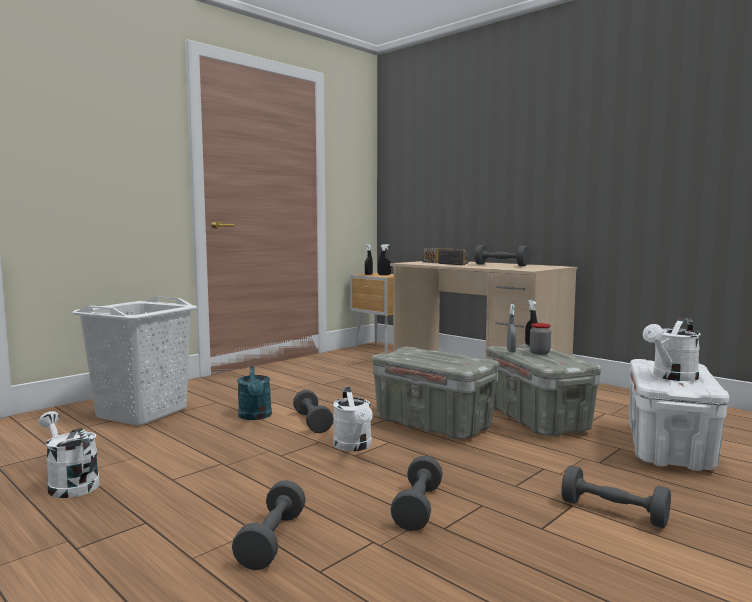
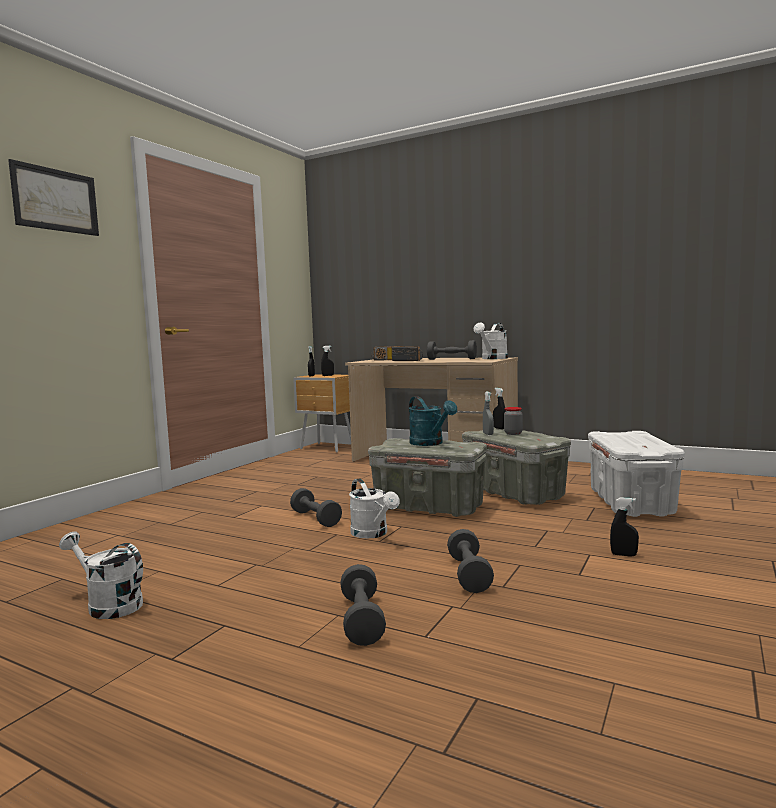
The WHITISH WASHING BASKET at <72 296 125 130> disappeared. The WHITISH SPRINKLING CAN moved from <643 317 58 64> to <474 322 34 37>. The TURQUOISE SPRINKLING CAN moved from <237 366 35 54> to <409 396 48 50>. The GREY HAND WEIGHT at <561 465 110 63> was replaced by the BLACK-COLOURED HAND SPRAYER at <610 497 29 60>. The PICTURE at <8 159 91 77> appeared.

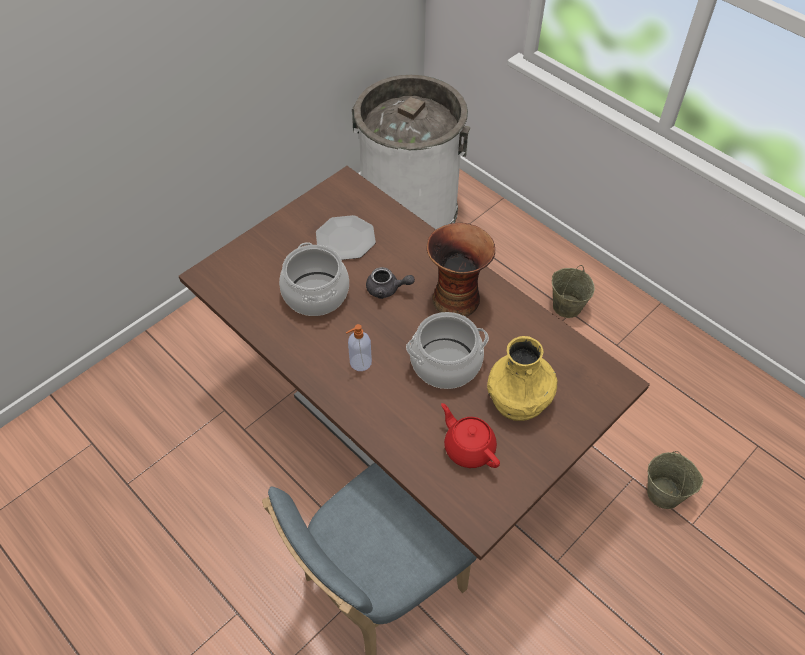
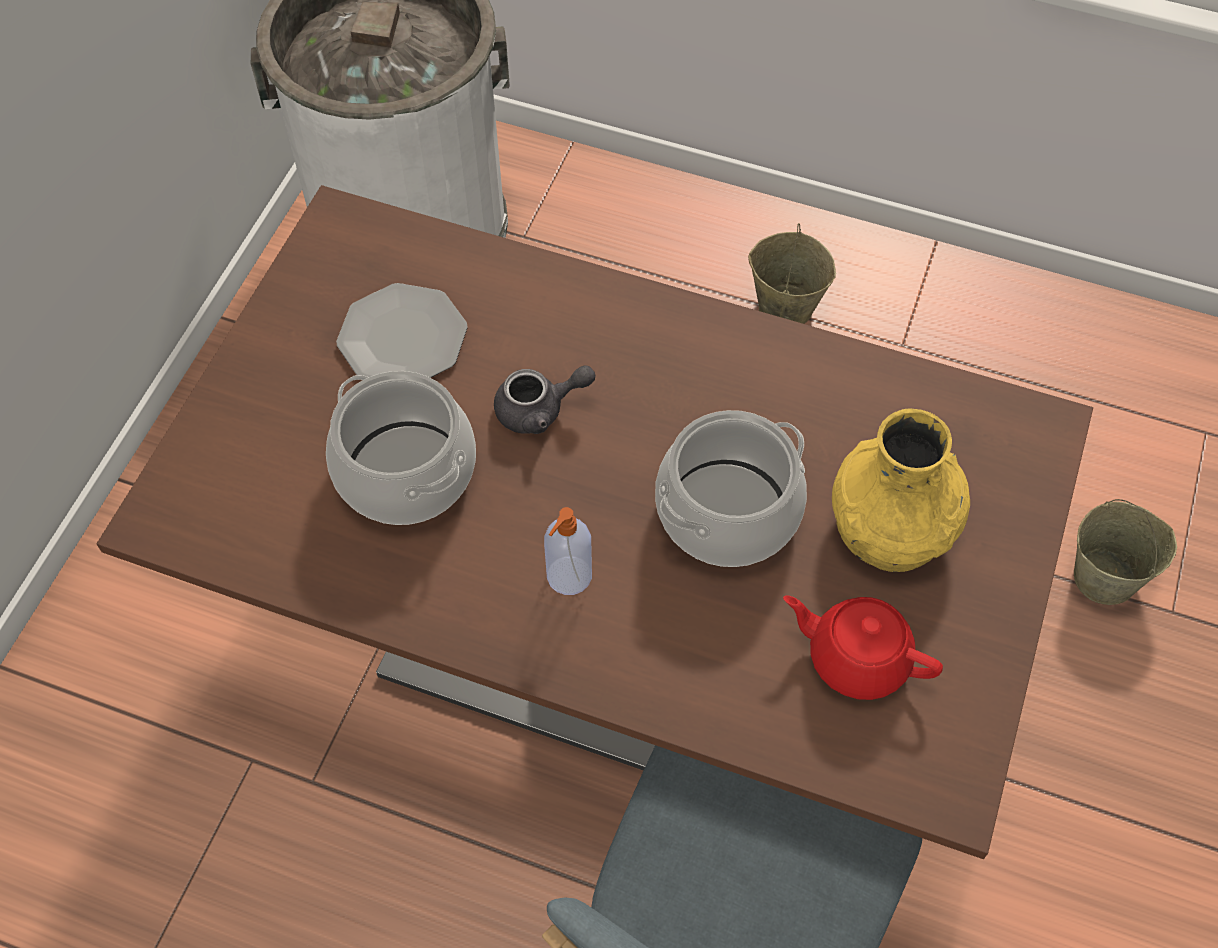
The DECORATIVE VASE at <427 223 68 94> disappeared.

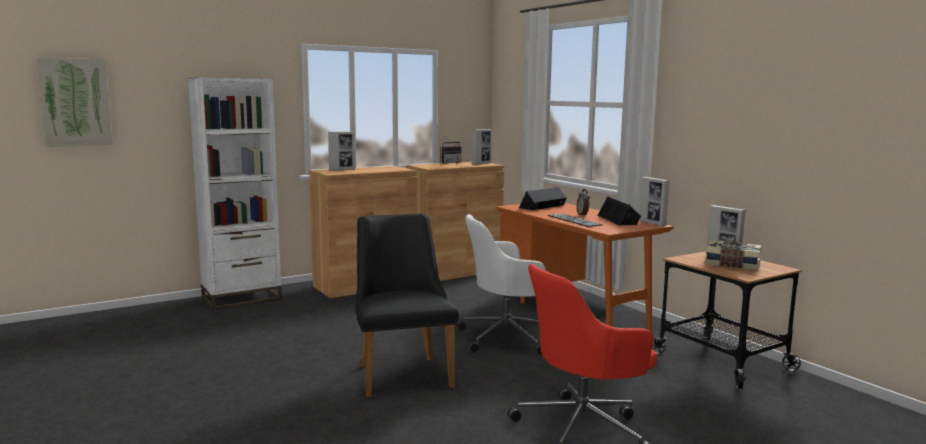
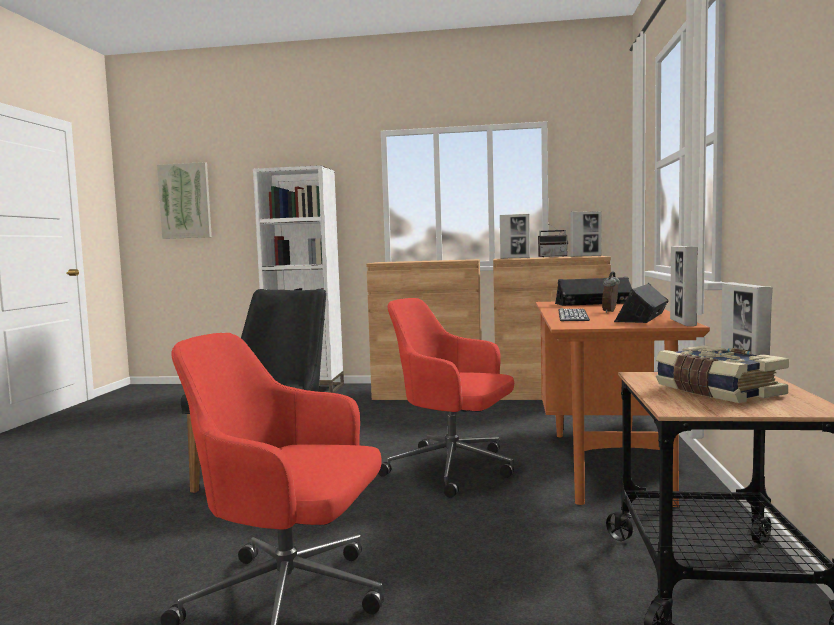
The PICTURE FRAME moved from <328 132 27 38> to <500 214 30 45>. The WHITISH COMPUTER CHAIR at <457 214 89 141> became the RED COMPUTER CHAIR at <378 298 136 200>.

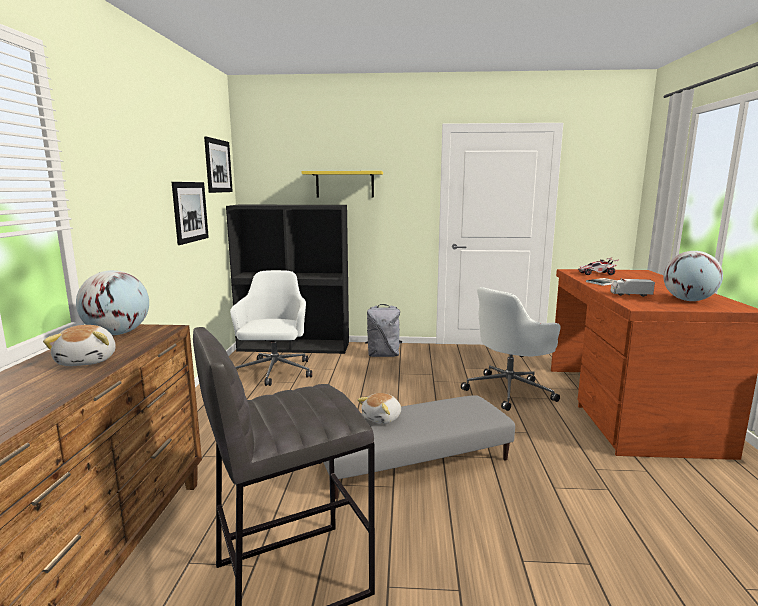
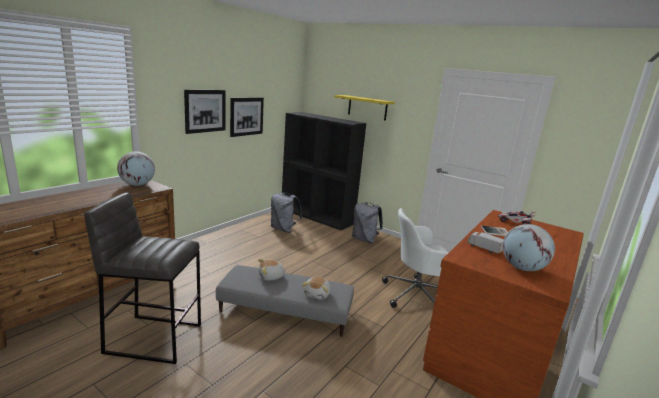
The PICTURE moved from <204 136 29 57> to <184 90 41 44>. The WHITISH COMPUTER CHAIR at <230 270 82 116> was replaced by the GREY RUCKSACK at <271 192 31 41>. The CUDDLY TOY moved from <43 325 73 41> to <302 277 29 22>.

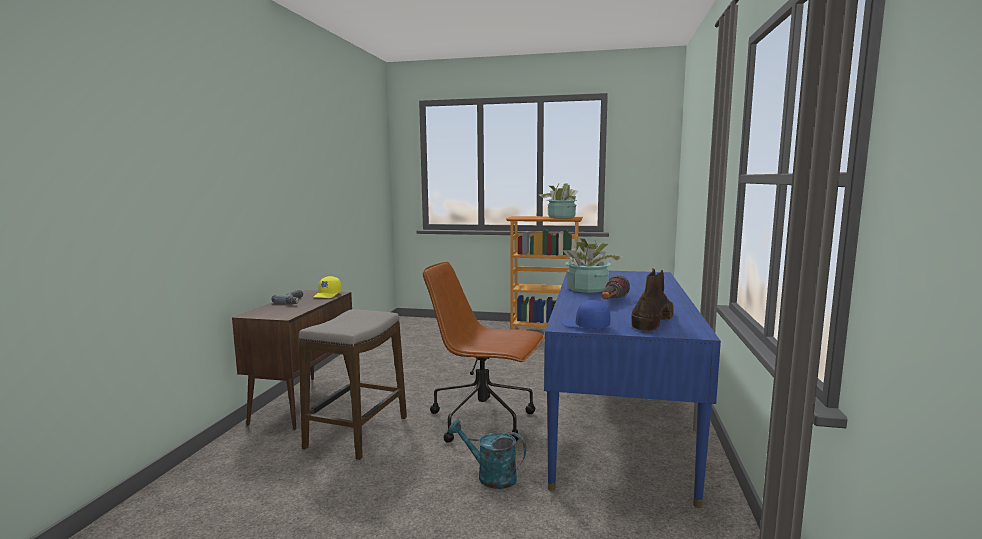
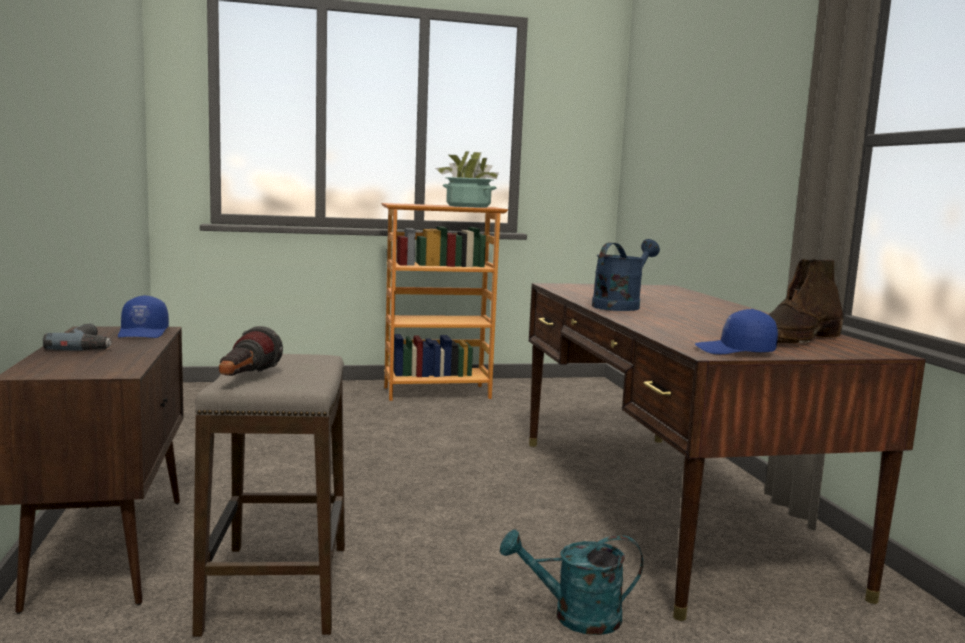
The HOUSEPLANT at <563 238 61 55> was replaced by the BLUISH SPRINKLING CAN at <592 239 68 72>. The BROWN COMPUTER CHAIR at <423 262 122 181> disappeared. The BROWN BOOT at <631 268 43 63> turned 135 degrees counterclockwise. The BLUISH DESK TABLE at <544 270 177 238> became the BROWN DESK TABLE at <529 283 397 338>. The HAND TORCH moved from <602 275 28 24> to <219 326 64 50>. The YELLOW PEAKED CAP at <314 276 28 22> became the BLUISH PEAKED CAP at <118 295 51 43>.

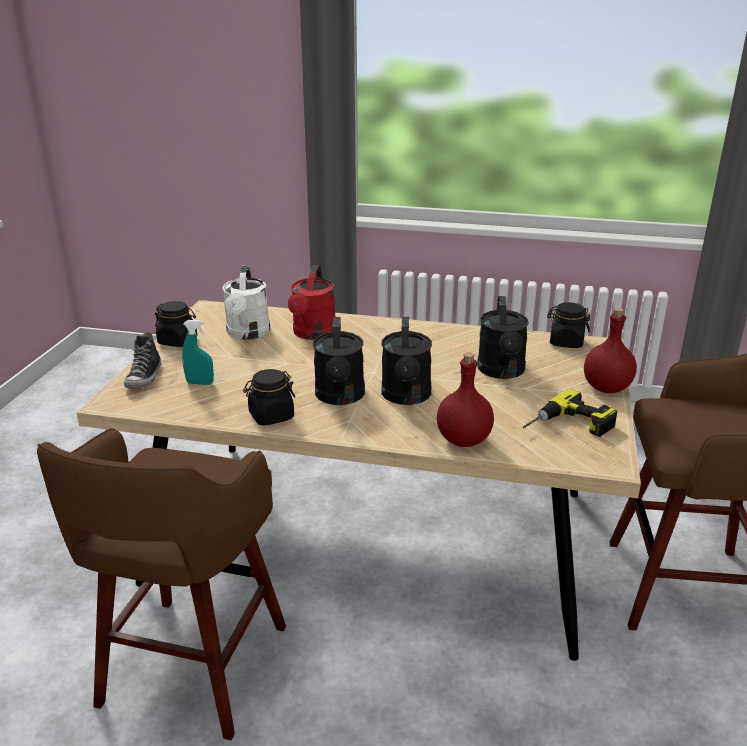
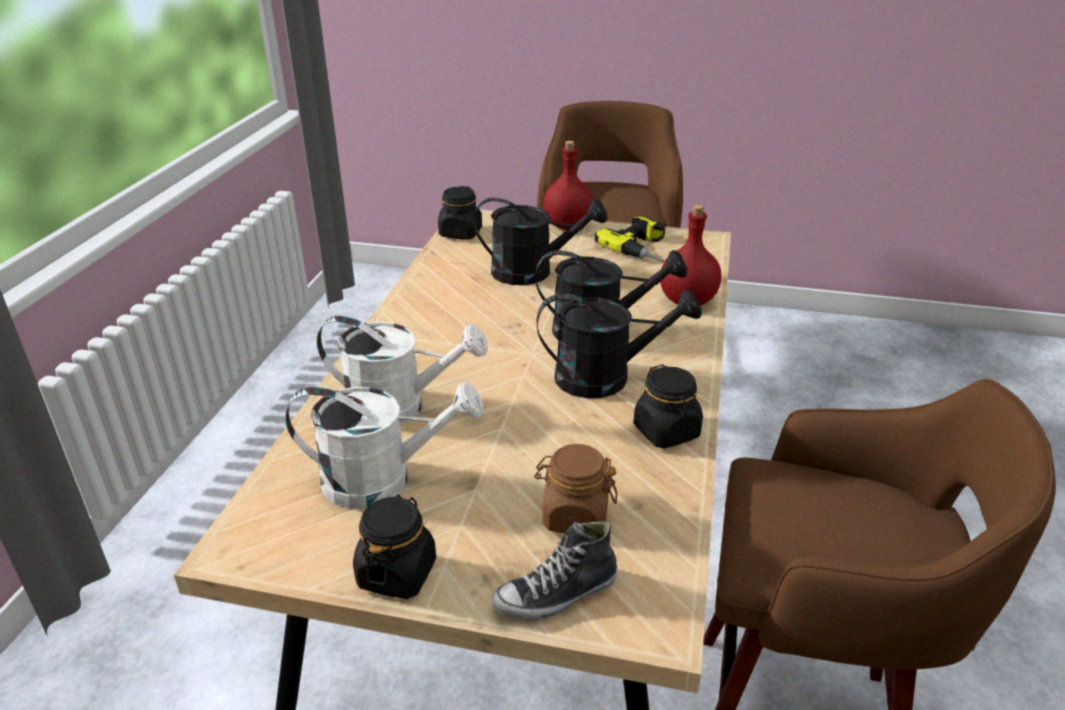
The RED SPRINKLING CAN at <288 265 47 75> became the WHITISH SPRINKLING CAN at <317 316 171 109>. The TURQUOISE HAND SPRAYER at <182 320 32 65> was replaced by the BROWN STORAGE JAR at <534 444 84 89>. The LOW SHOE at <124 332 37 56> turned 150 degrees clockwise.

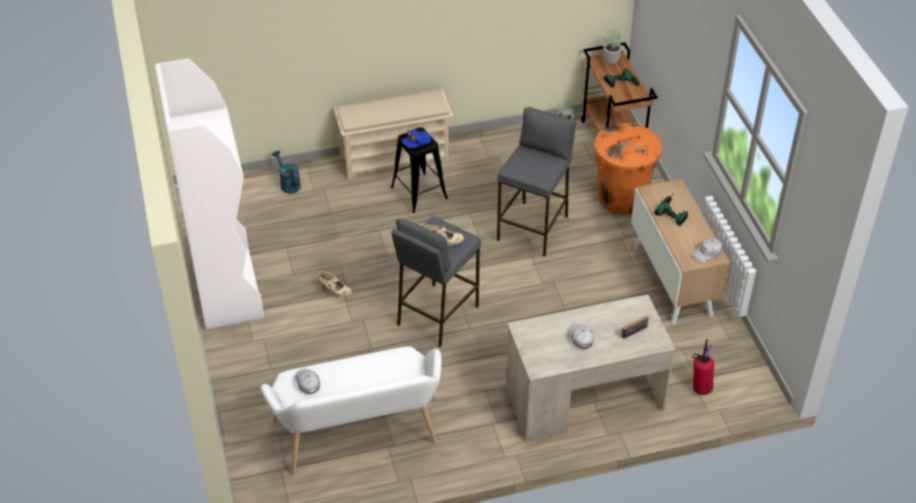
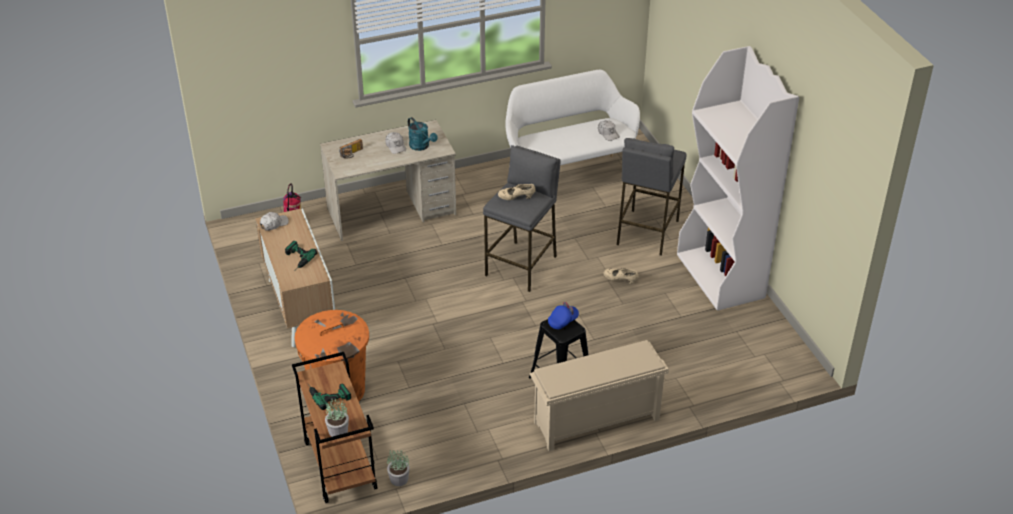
The GREY STOOL moved from <497 107 79 150> to <617 138 70 117>. The TURQUOISE SPRINKLING CAN moved from <272 150 29 44> to <408 117 30 34>.

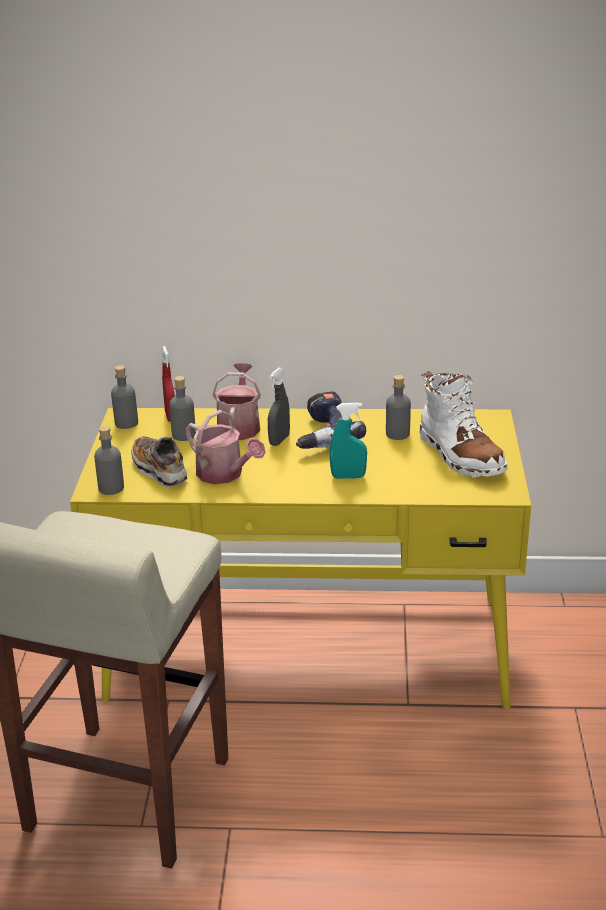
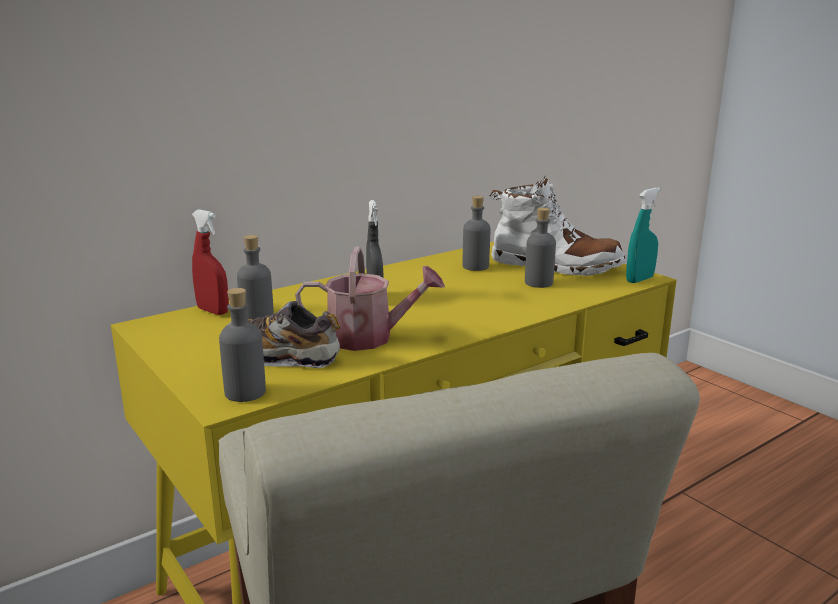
The SPRINKLING CAN at <212 363 49 77> disappeared. The GREY BOTTLE moved from <111 365 27 64> to <525 208 31 80>. The DRILL at <296 392 70 57> disappeared. The TURQUOISE HAND SPRAYER moved from <330 403 37 76> to <626 188 34 95>.

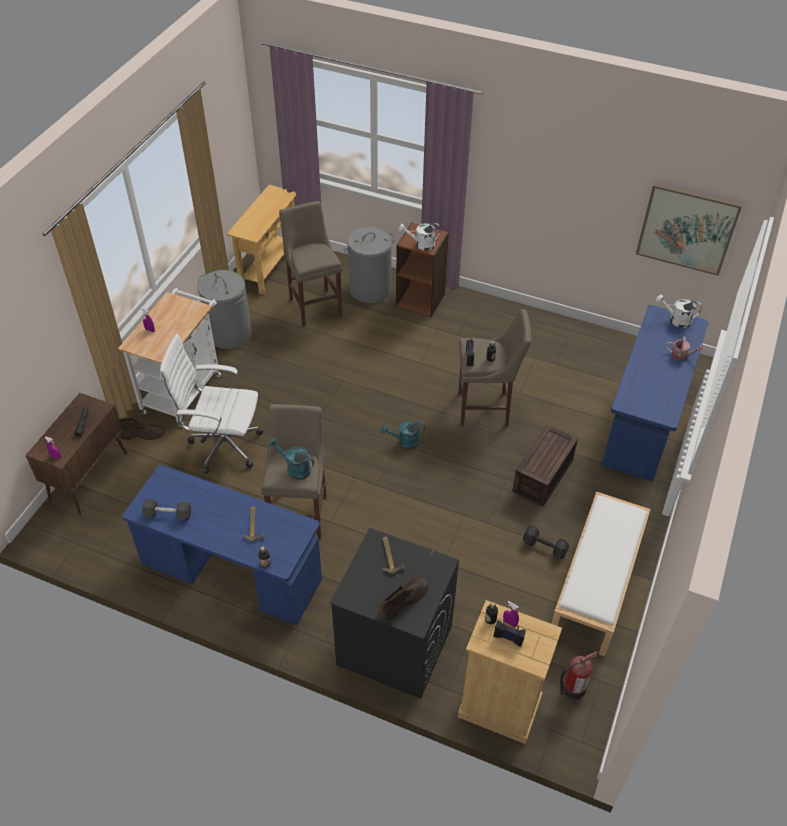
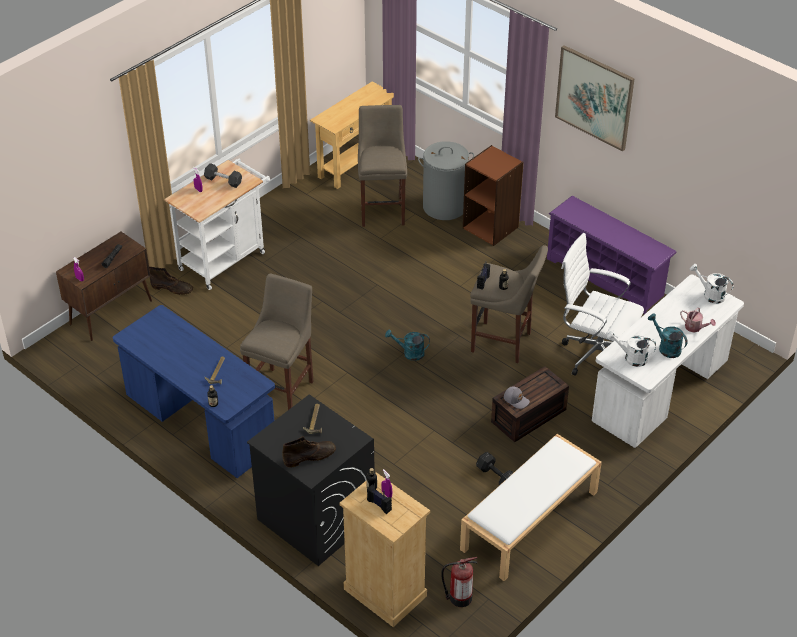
The PICTURE moved from <636 184 106 92> to <555 45 80 106>. The WHITISH SPRINKLING CAN moved from <399 223 42 28> to <607 330 49 37>. The GREY WASHING BASKET at <198 270 54 79> disappeared. The BLUISH DESK TABLE at <601 305 107 177> became the WHITISH DESK TABLE at <592 274 152 174>. The WHITISH COMPUTER CHAIR moved from <160 334 103 140> to <561 233 83 142>. The TURQUOISE SPRINKLING CAN moved from <268 438 46 42> to <648 313 40 45>. The GREY HAND WEIGHT moved from <142 499 49 22> to <204 163 38 25>. The PURPLE-COLOURED SHOE SHELF at <547 196 130 118> appeared. The GREY PEAKED CAP at <504 386 26 23> appeared.

